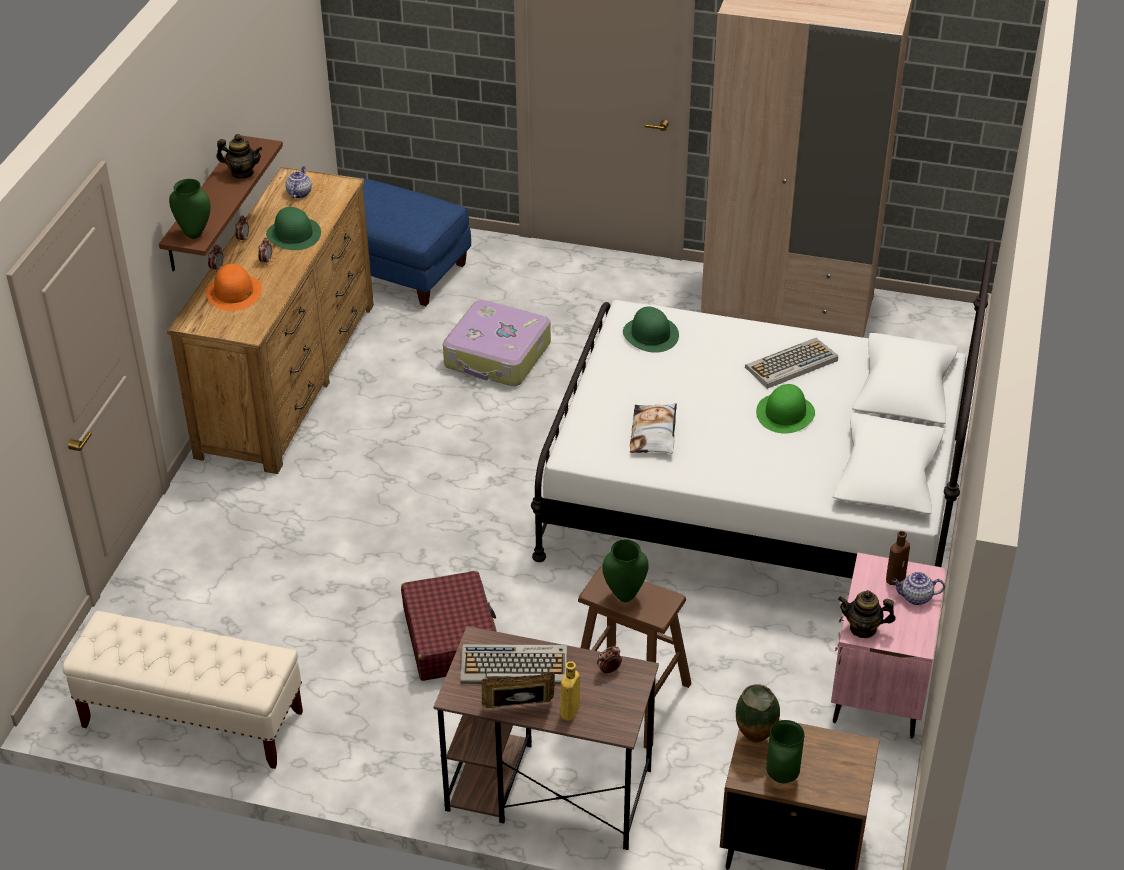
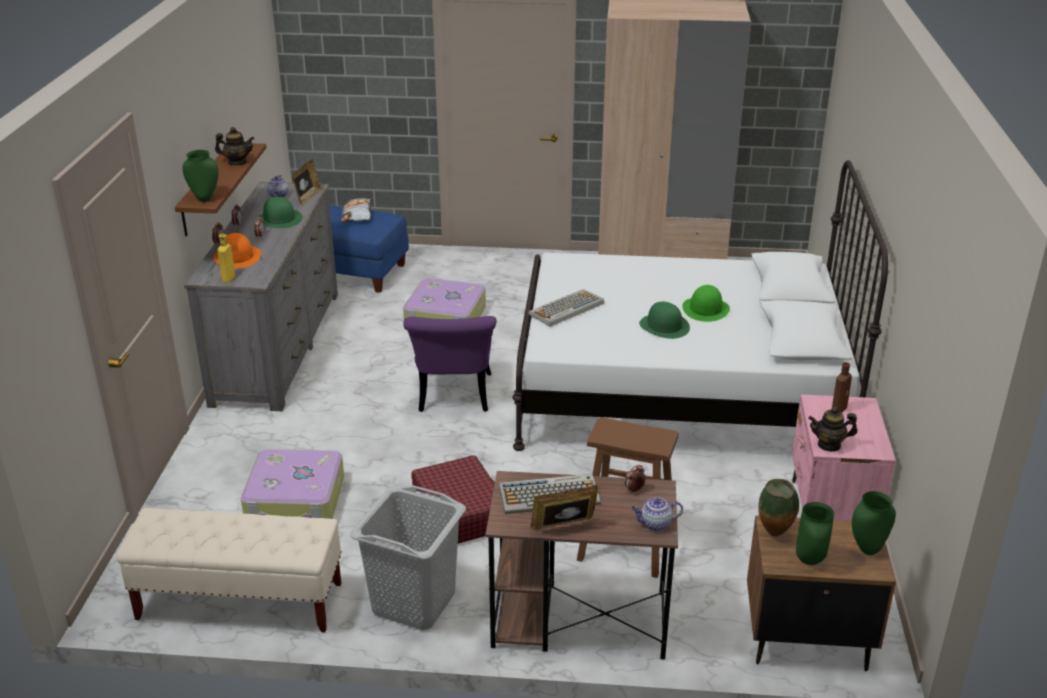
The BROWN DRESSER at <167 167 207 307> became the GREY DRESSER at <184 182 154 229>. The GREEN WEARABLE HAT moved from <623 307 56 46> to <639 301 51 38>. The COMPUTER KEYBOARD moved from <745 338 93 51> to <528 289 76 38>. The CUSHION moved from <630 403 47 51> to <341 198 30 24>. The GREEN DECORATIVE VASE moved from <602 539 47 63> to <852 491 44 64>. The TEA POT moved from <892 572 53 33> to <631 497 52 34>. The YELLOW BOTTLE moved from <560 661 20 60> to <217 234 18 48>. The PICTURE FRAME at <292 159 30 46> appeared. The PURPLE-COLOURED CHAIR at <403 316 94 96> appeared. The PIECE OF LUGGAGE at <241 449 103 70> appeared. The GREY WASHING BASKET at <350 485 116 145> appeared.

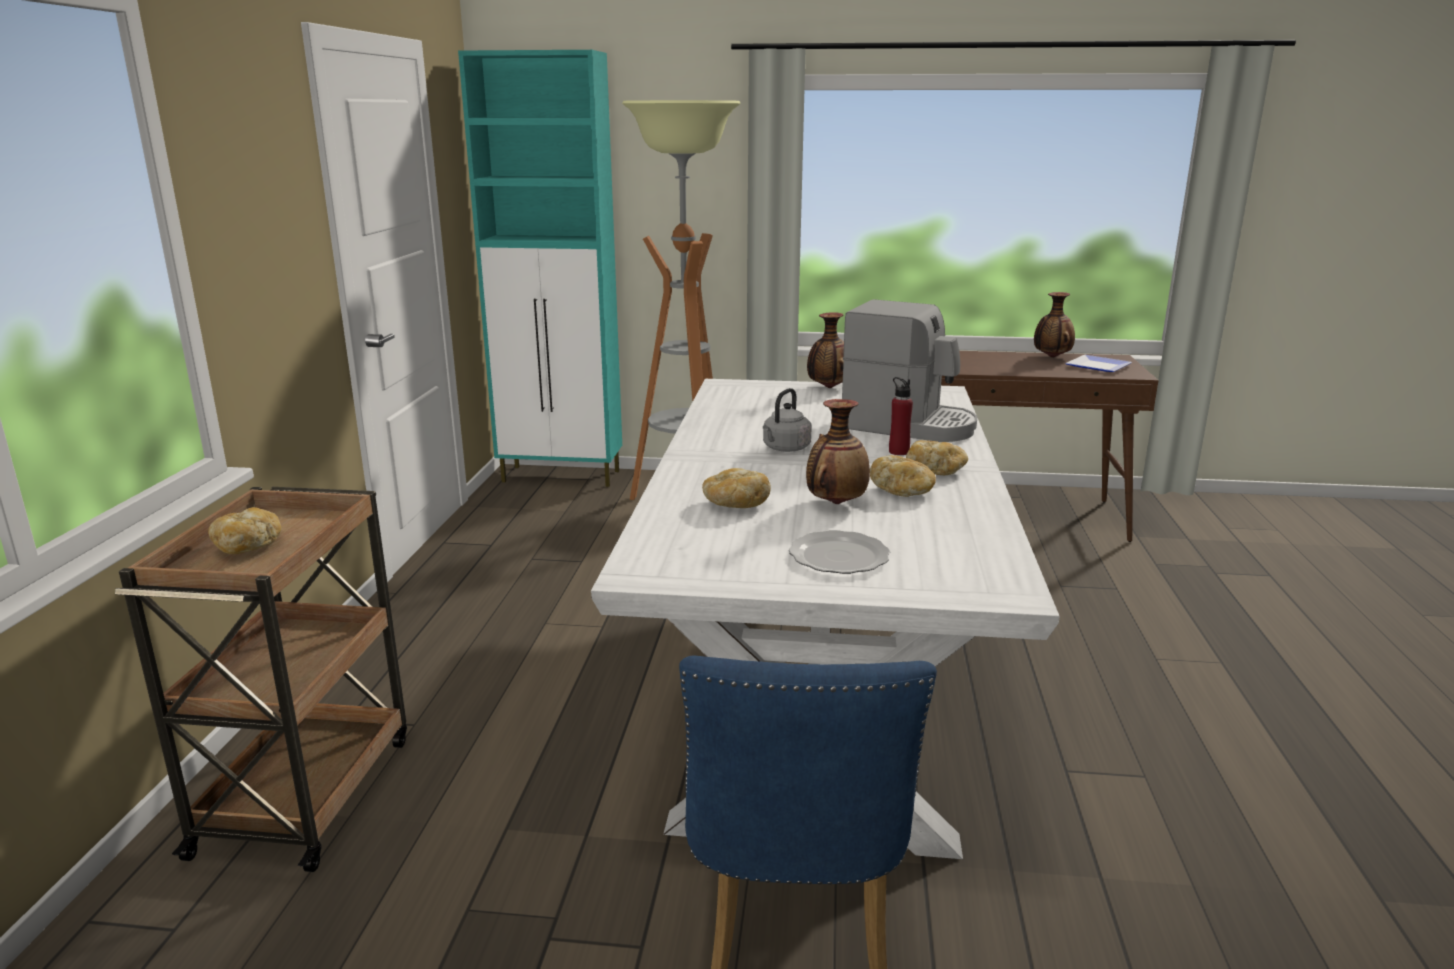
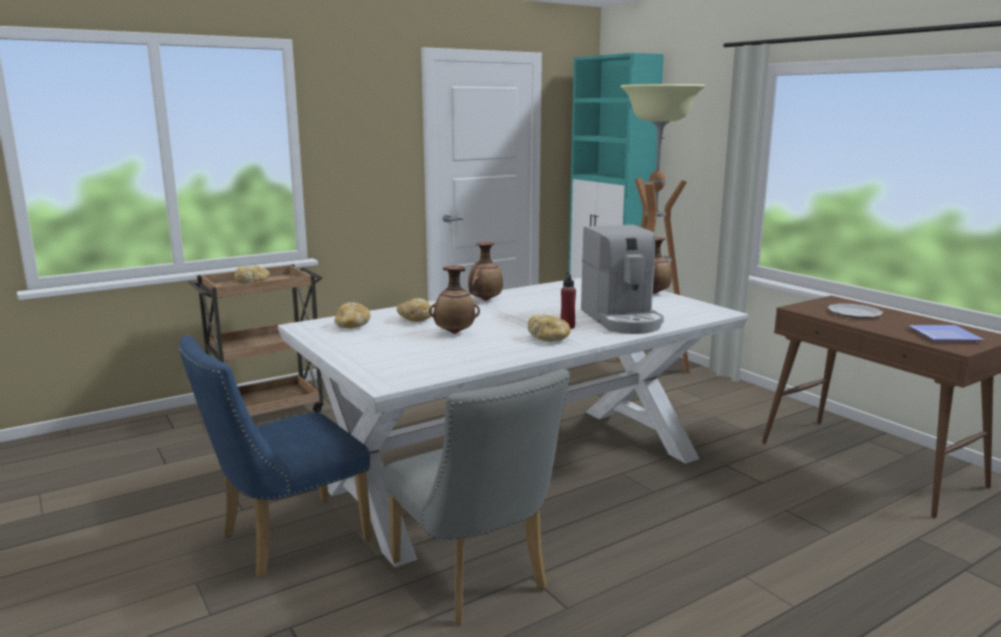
The DECORATIVE VASE moved from <1034 292 41 66> to <468 242 35 59>. The GREY TEA KETTLE at <763 388 49 64> disappeared. The BAKED BREAD moved from <870 455 66 42> to <334 302 36 27>. The DINNER PLATE moved from <789 530 101 44> to <828 303 55 15>. The GREY CHAIR at <384 369 186 256> appeared.

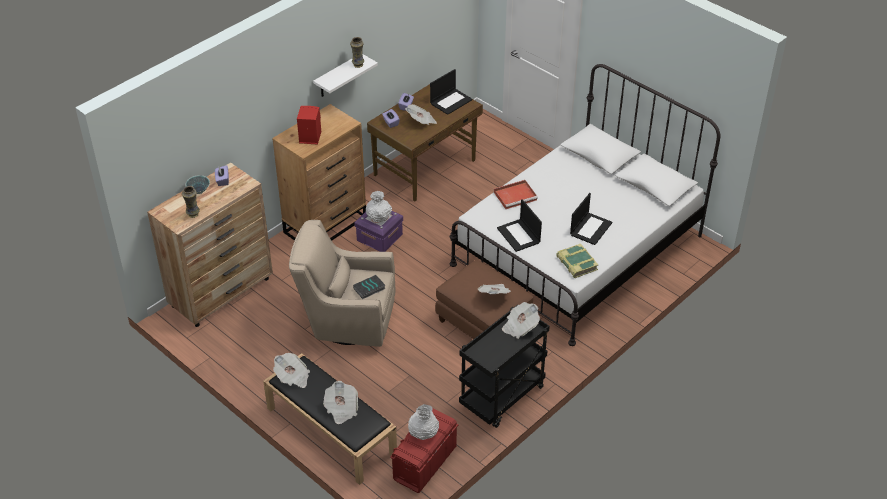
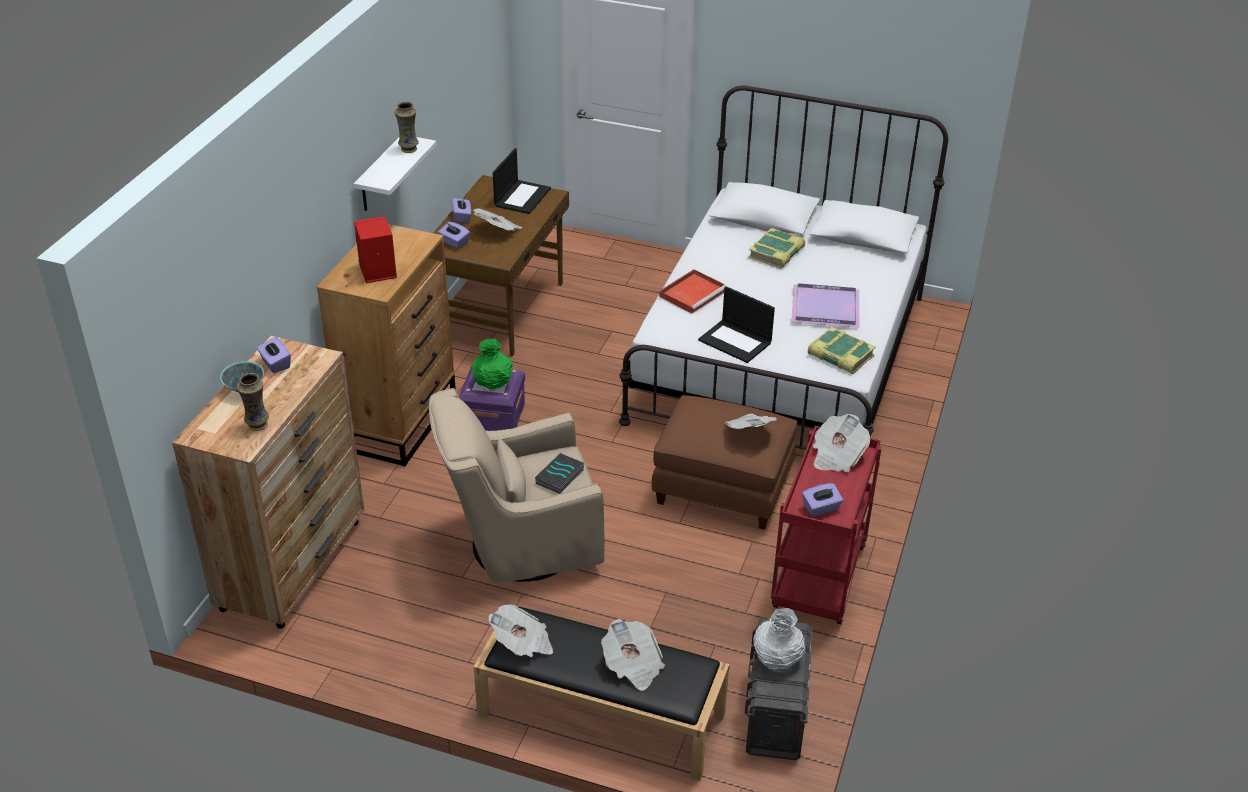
The WHITISH DECORATIVE VASE at <366 191 26 31> became the GREEN DECORATIVE VASE at <472 339 41 50>. The LAPTOP at <570 193 42 52> was replaced by the PURPLE-COLOURED CARRYING TRAY at <791 283 68 45>. The BLACK-COLOURED CART at <459 305 91 123> became the RED CART at <771 426 111 198>. The RED STORAGE BOX at <390 409 68 84> became the GREY STORAGE BOX at <745 619 67 141>. The VOLUME at <748 228 57 41> appeared. The PURPLE-COLOURED BOX OF TISSUES at <802 483 41 34> appeared.

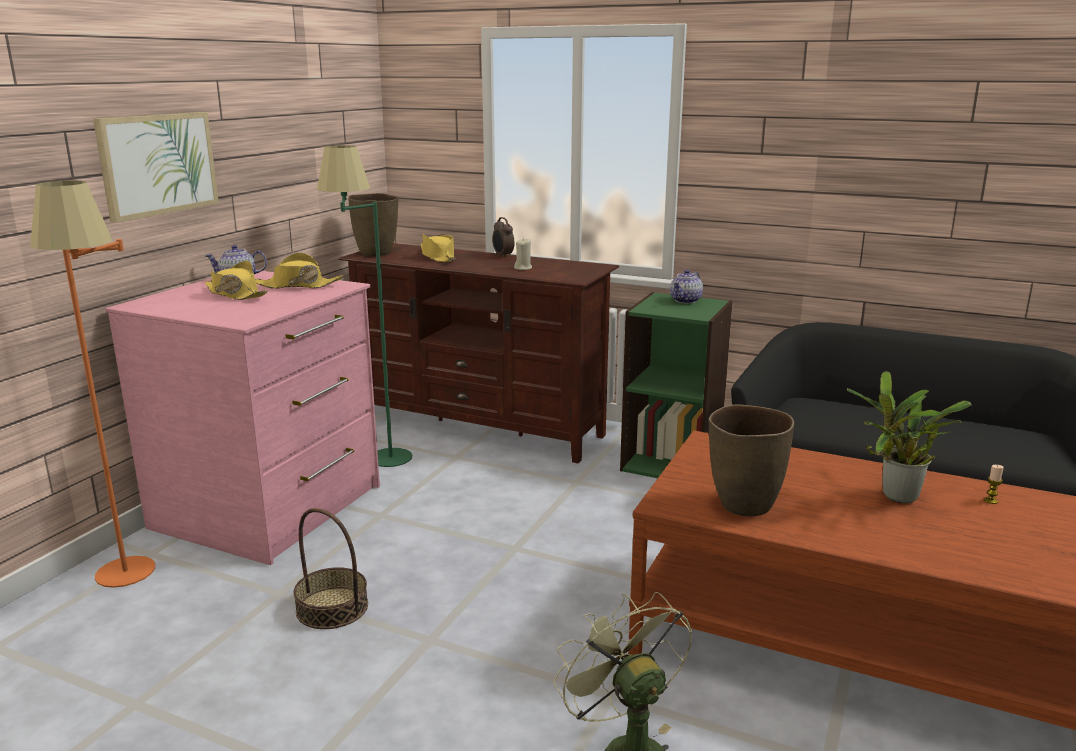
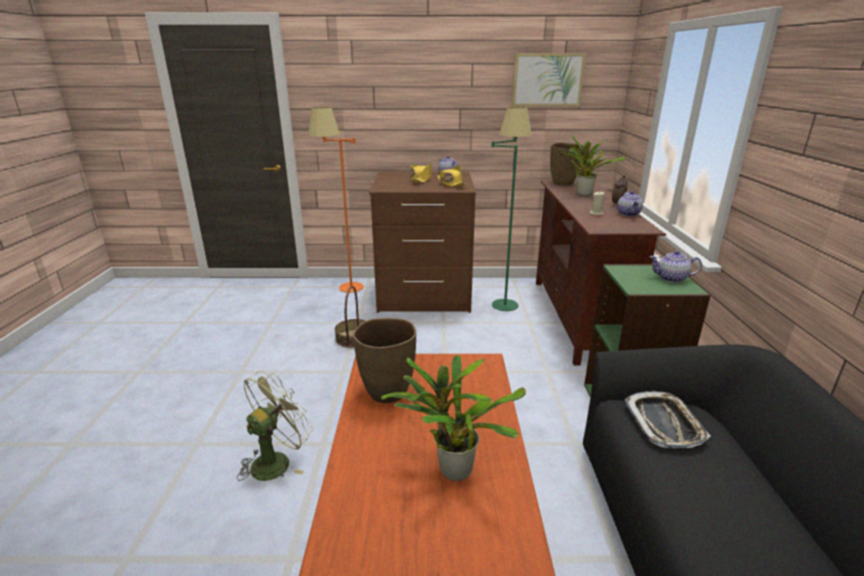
The PICTURE moved from <93 112 126 111> to <512 53 74 54>. The YELLOW WEARABLE HAT at <421 234 35 28> was replaced by the HOUSEPLANT at <558 135 67 61>. The PINK-COLOURED DRESSER at <106 271 274 294> became the BROWN DRESSER at <369 172 107 141>. The WAX LIGHT at <984 465 20 39> disappeared. The TEA POT at <617 191 26 25> appeared. The CARRYING TRAY at <624 391 87 57> appeared.

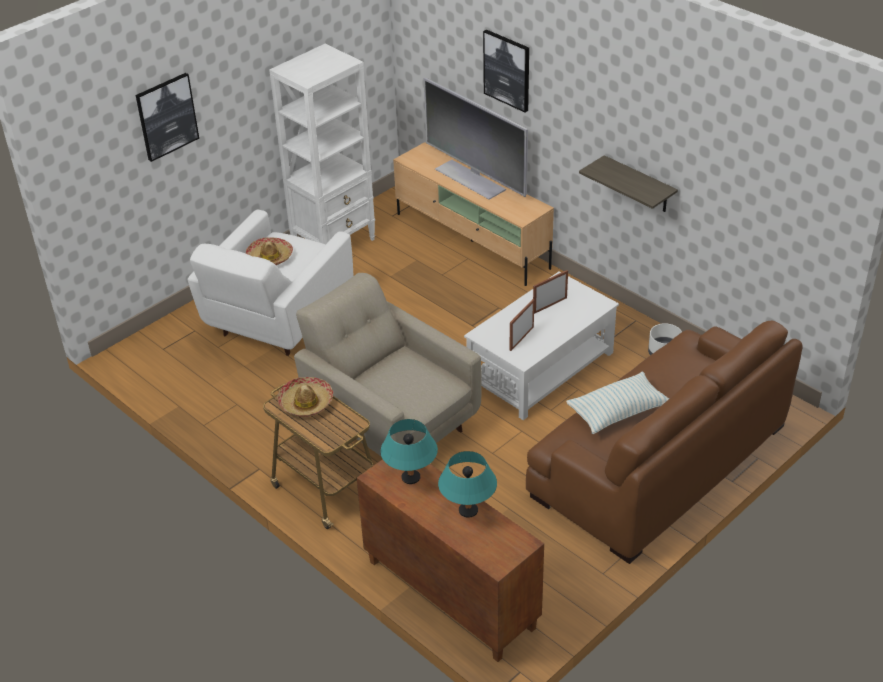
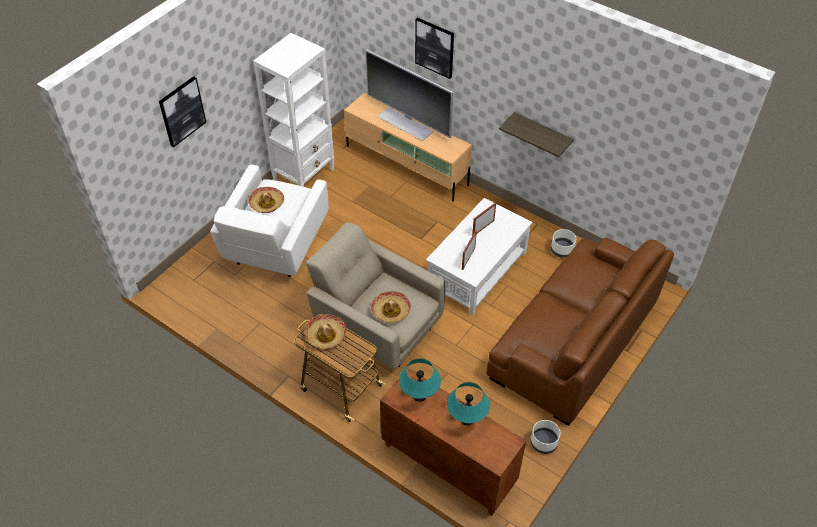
The CUSHION at <566 372 103 62> disappeared. The WEARABLE HAT at <371 291 40 32> appeared. The WHITISH PLANTER at <531 420 30 34> appeared.

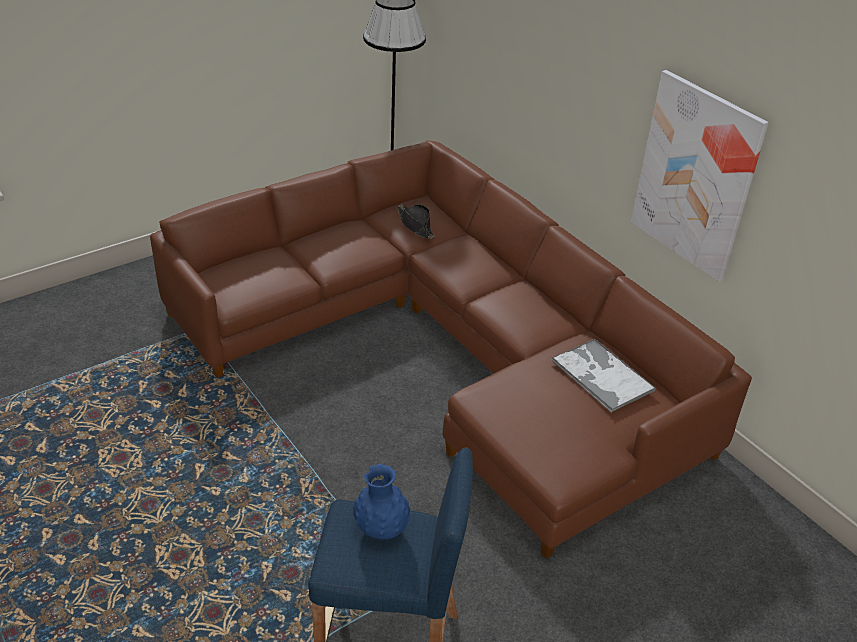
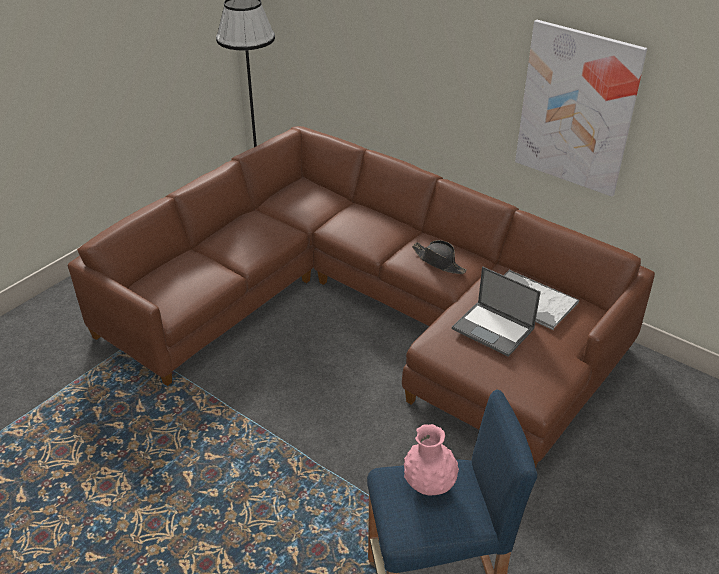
The BLACK-COLOURED WEARABLE HAT moved from <397 204 38 35> to <412 240 55 34>. The BLUISH DECORATIVE VASE at <353 464 57 76> became the PINK-COLOURED DECORATIVE VASE at <404 424 55 71>. The LAPTOP at <452 267 89 90> appeared.

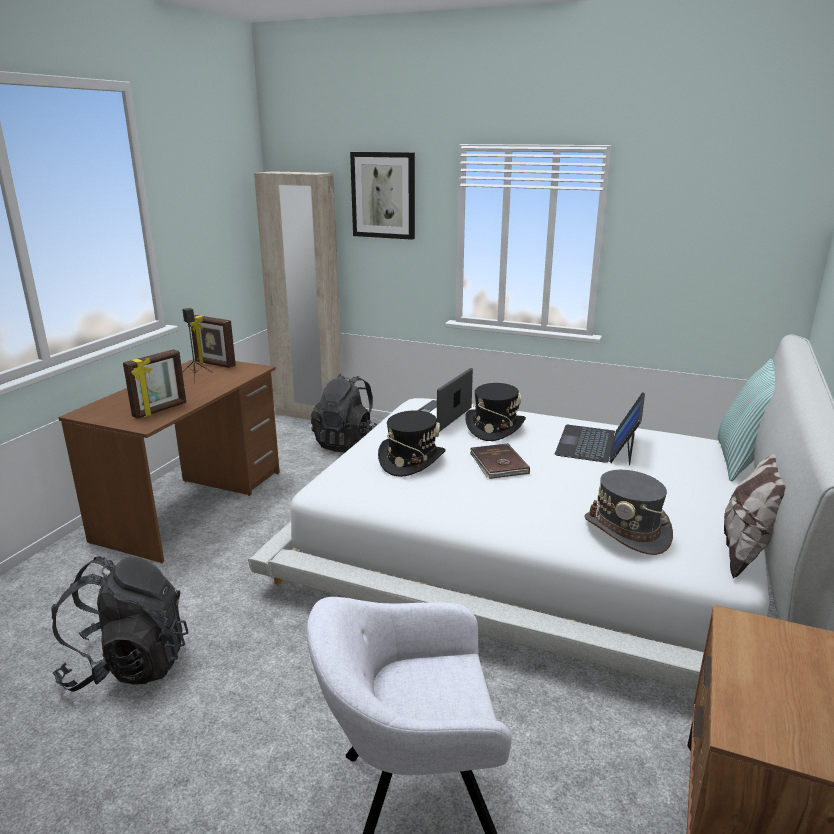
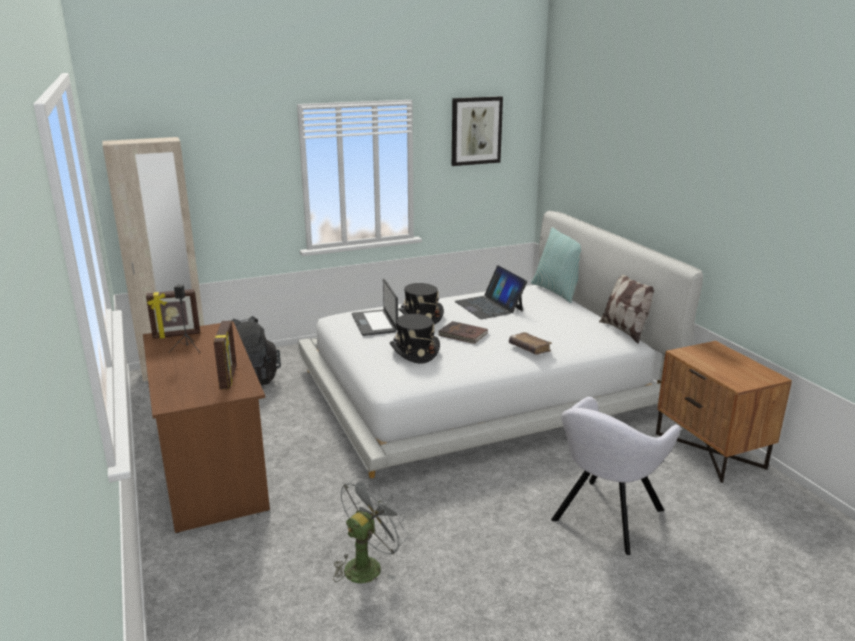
The PICTURE moved from <350 152 65 88> to <452 96 51 70>. The GREY WEARABLE HAT at <584 470 89 85> disappeared. The BLACK-COLOURED RUCKSACK at <51 556 138 136> was replaced by the GREY COOLING FAN at <333 476 76 107>. The BROWN VOLUME at <509 332 43 23> appeared.

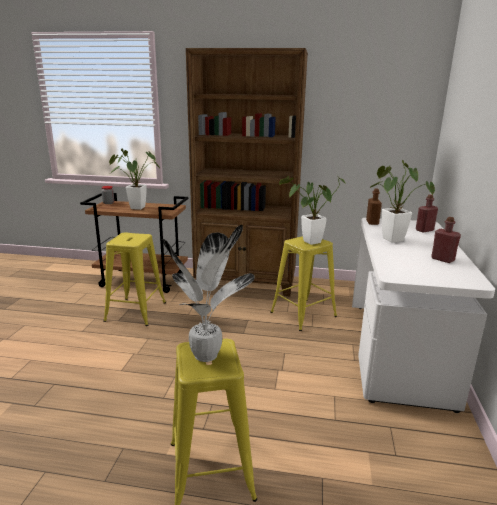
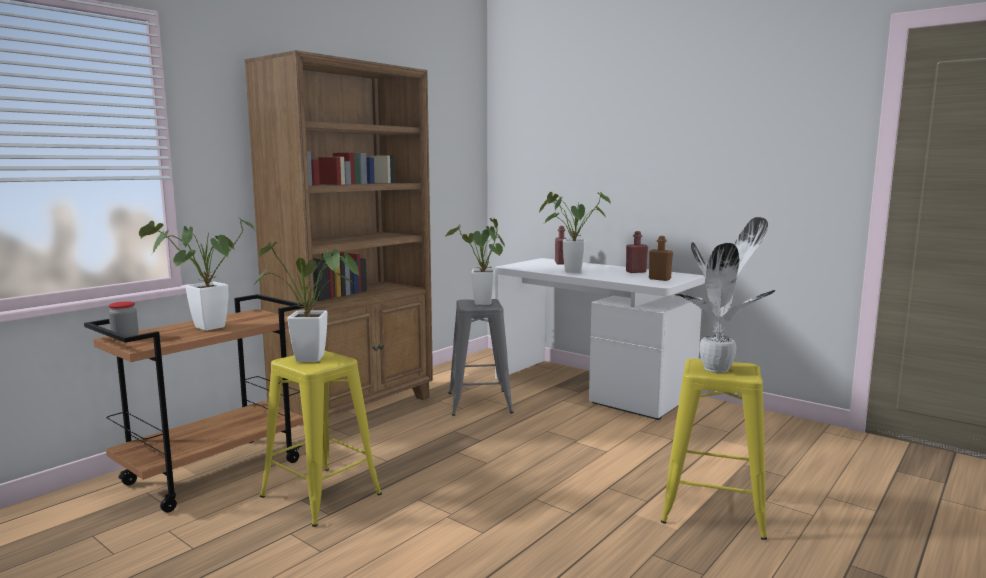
The BROWN BOTTLE moved from <366 188 16 37> to <649 236 24 45>. The YELLOW STOOL at <270 236 67 95> became the GREY STOOL at <449 299 65 117>. The HOUSEPLANT at <253 242 106 120> appeared.

